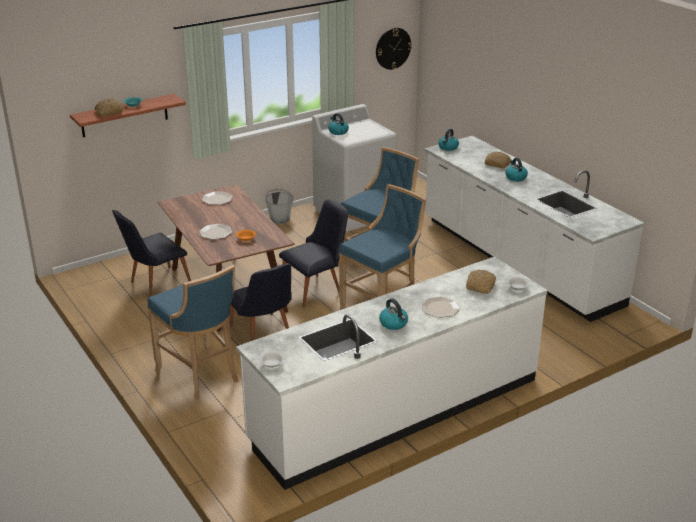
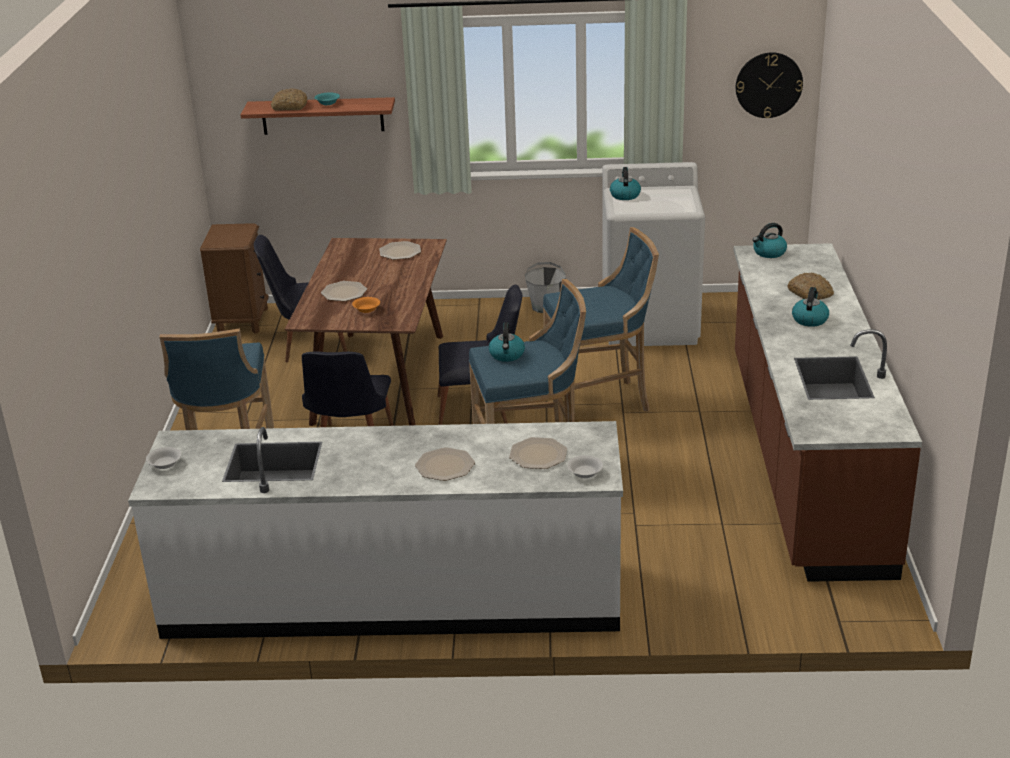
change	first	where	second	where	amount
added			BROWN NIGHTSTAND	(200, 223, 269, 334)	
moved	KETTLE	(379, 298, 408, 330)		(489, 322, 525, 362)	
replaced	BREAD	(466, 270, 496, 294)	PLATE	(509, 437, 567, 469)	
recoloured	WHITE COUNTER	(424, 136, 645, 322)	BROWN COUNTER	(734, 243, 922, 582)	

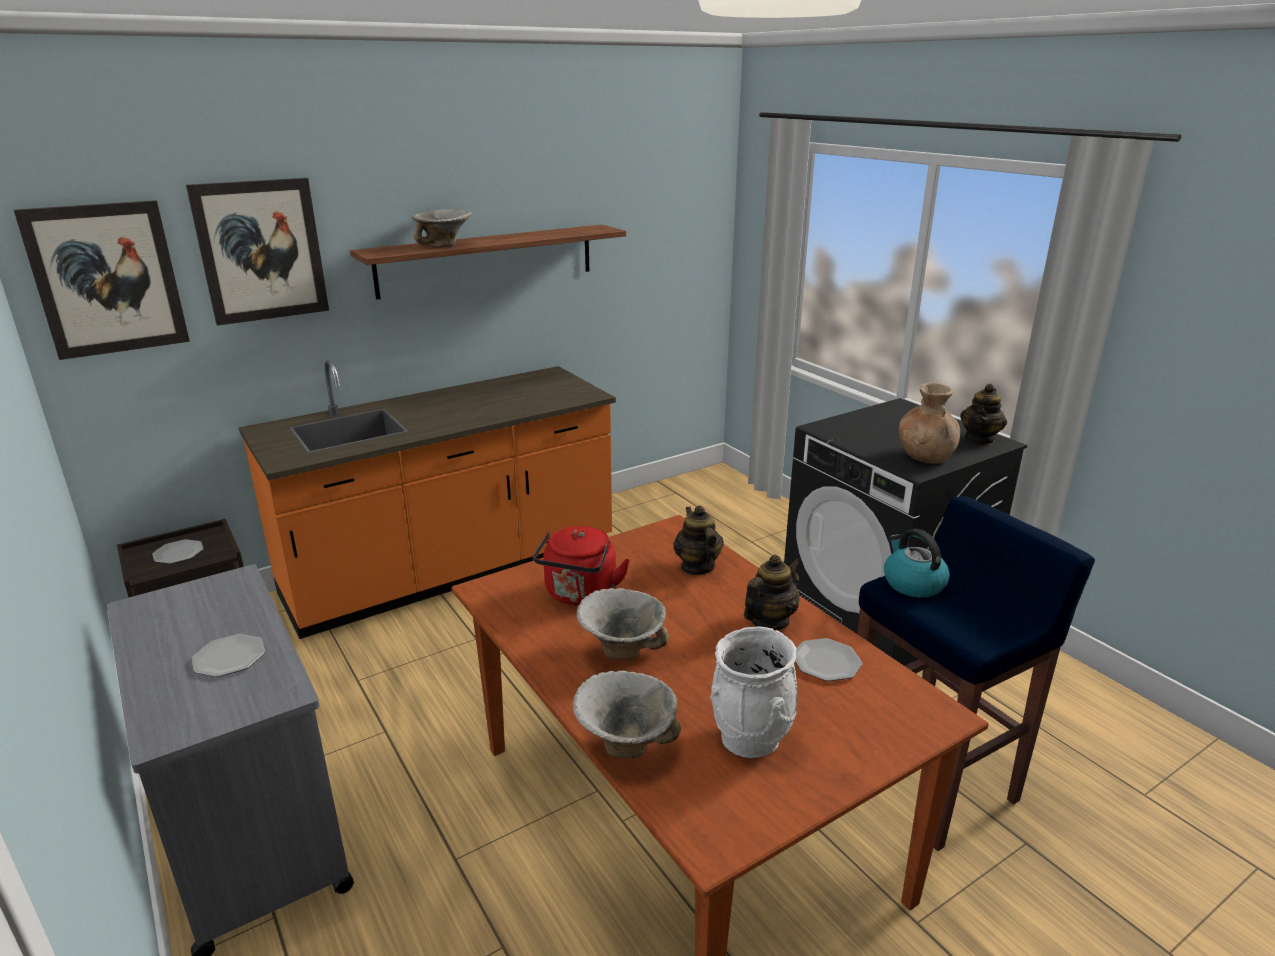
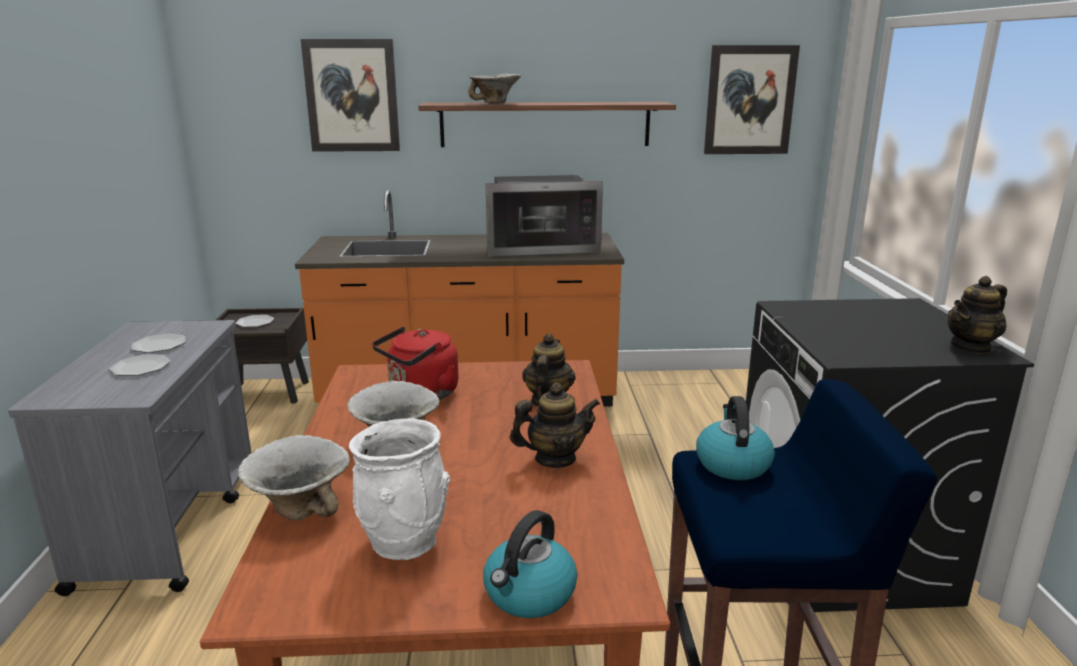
change	first	where	second	where	amount
moved	PLATE	(795, 638, 862, 681)		(131, 334, 186, 353)	
added			KETTLE	(483, 510, 577, 618)	
added			MICROWAVE	(486, 175, 603, 257)	
moved	PICTURE	(14, 200, 190, 360)		(704, 45, 800, 154)	
removed	BROWN VASE	(899, 383, 960, 464)			

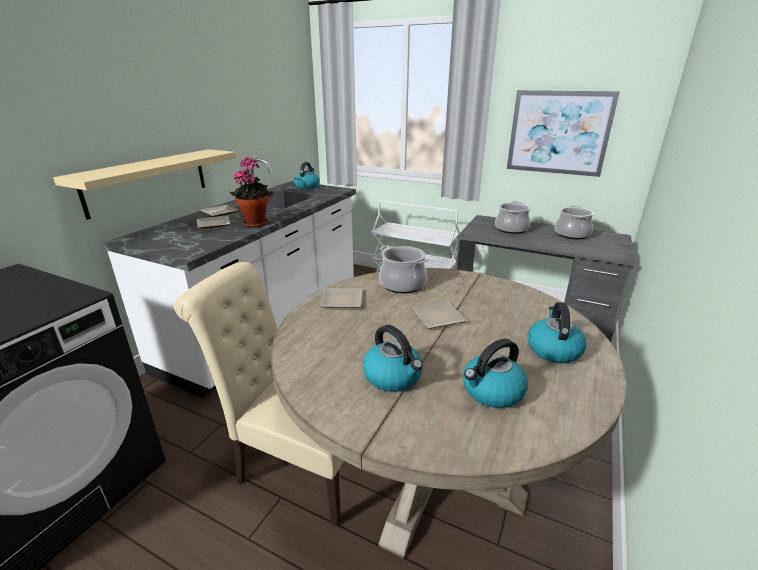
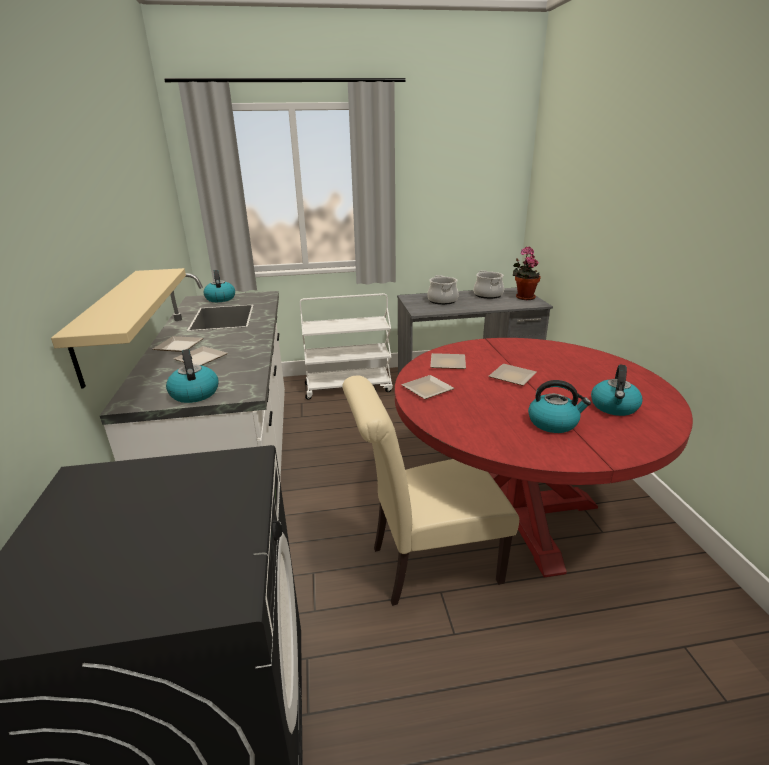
change	first	where	second	where	amount
moved	KETTLE	(527, 302, 587, 363)		(166, 349, 218, 403)	
recoloured	BEIGE DINING TABLE	(271, 268, 627, 559)	RED DINING TABLE	(395, 338, 693, 578)	
replaced	COOKING POT	(379, 245, 429, 293)	PLATE	(430, 353, 466, 369)	
moved	POTTED PLANT	(230, 157, 273, 227)		(513, 247, 541, 300)	
removed	PICTURE	(507, 90, 620, 177)			

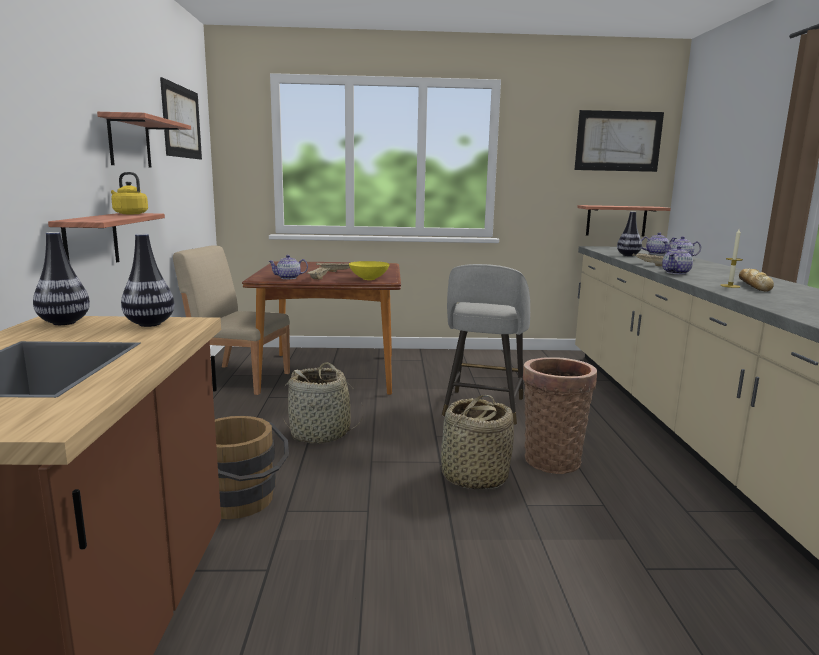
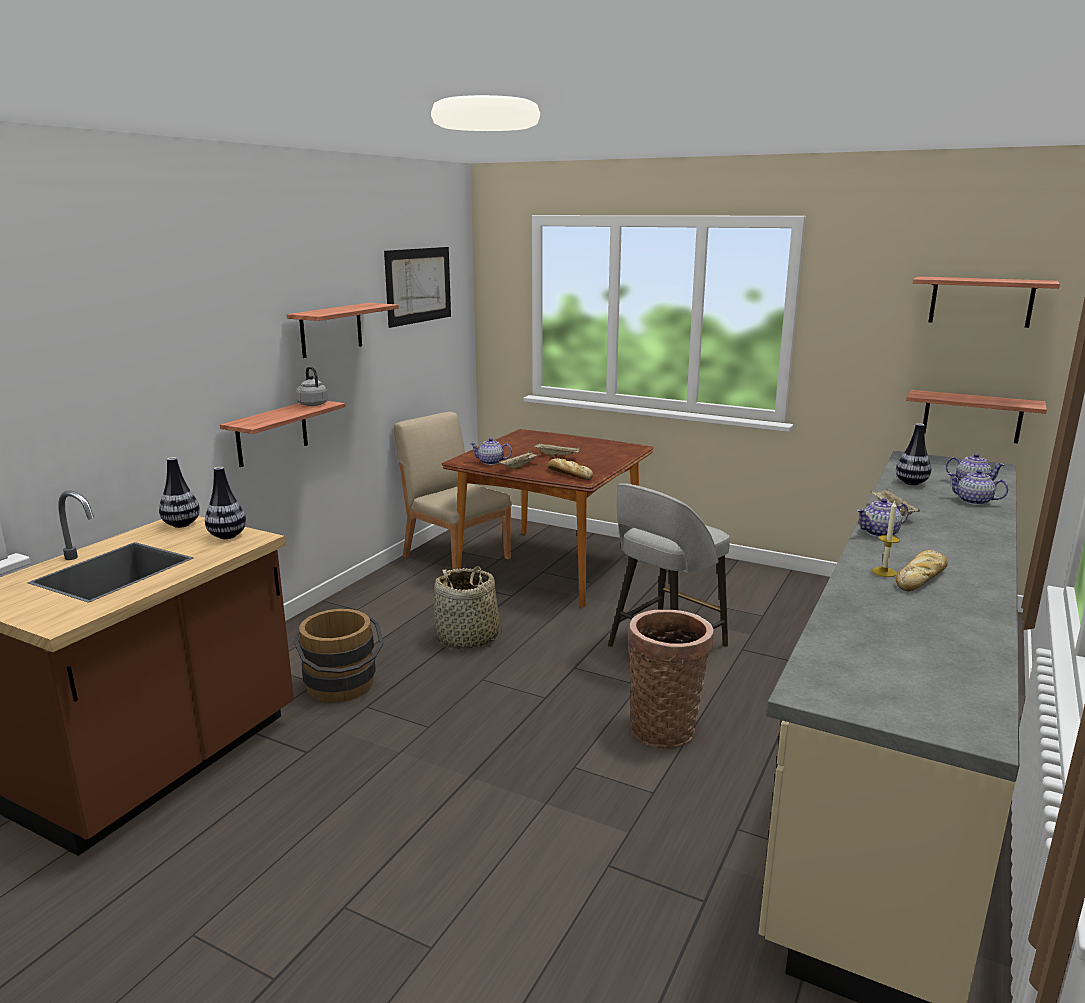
change	first	where	second	where	amount
recoloured	YELLOW KETTLE	(111, 172, 148, 214)	GREY KETTLE	(296, 367, 328, 406)	
replaced	YELLOW BOWL	(349, 261, 390, 280)	BREAD	(548, 458, 593, 480)	
replaced	PICTURE	(575, 110, 664, 172)	SHELF	(913, 276, 1060, 328)	
removed	BASKET	(440, 395, 514, 489)			

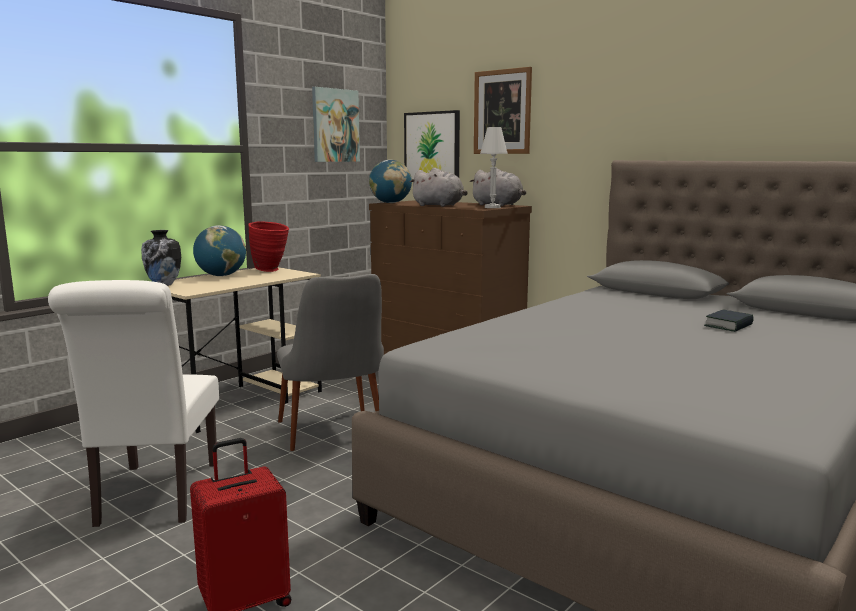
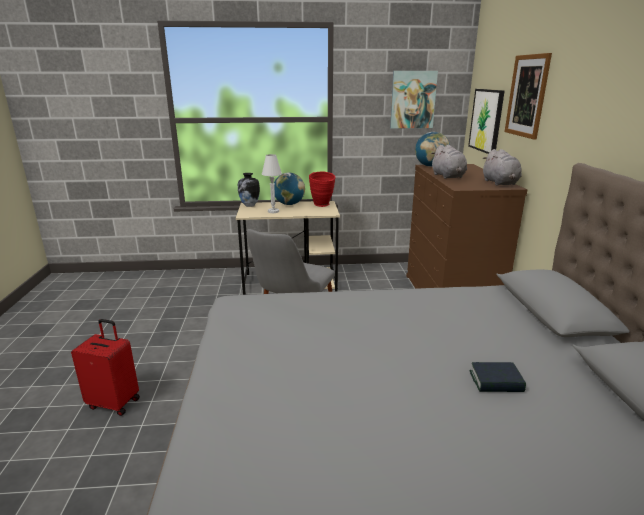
change	first	where	second	where	amount
moved	WHITE TABLE LAMP	(480, 127, 508, 208)		(262, 154, 282, 213)	
removed	WHITE CHAIR	(48, 280, 219, 527)			

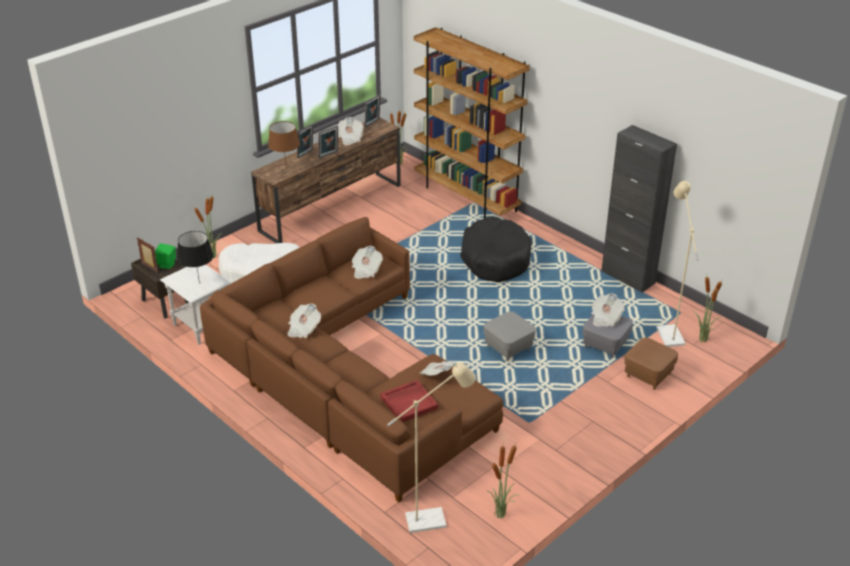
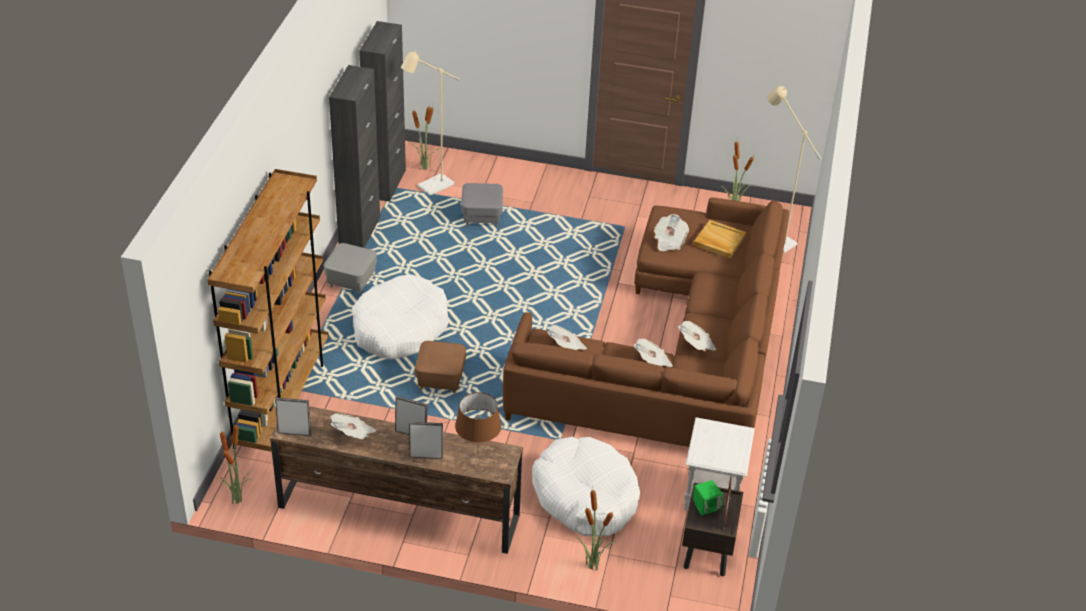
change	first	where	second	where	amount
moved	GREY OTTOMAN	(484, 311, 536, 361)		(324, 243, 377, 294)	
recoloured	BLACK DOG BED	(460, 217, 532, 282)	WHITE DOG BED	(352, 274, 449, 359)	
added			BLACK CABINET	(359, 21, 406, 202)	
moved	BROWN OTTOMAN	(624, 338, 678, 390)		(415, 341, 466, 393)	
moved	NEWSPAPER	(591, 293, 625, 327)		(634, 338, 673, 367)	
recoloured	RED TRAY	(380, 380, 438, 422)	BEIGE TRAY	(693, 220, 746, 258)	
removed	BLACK TABLE LAMP	(177, 231, 214, 283)			

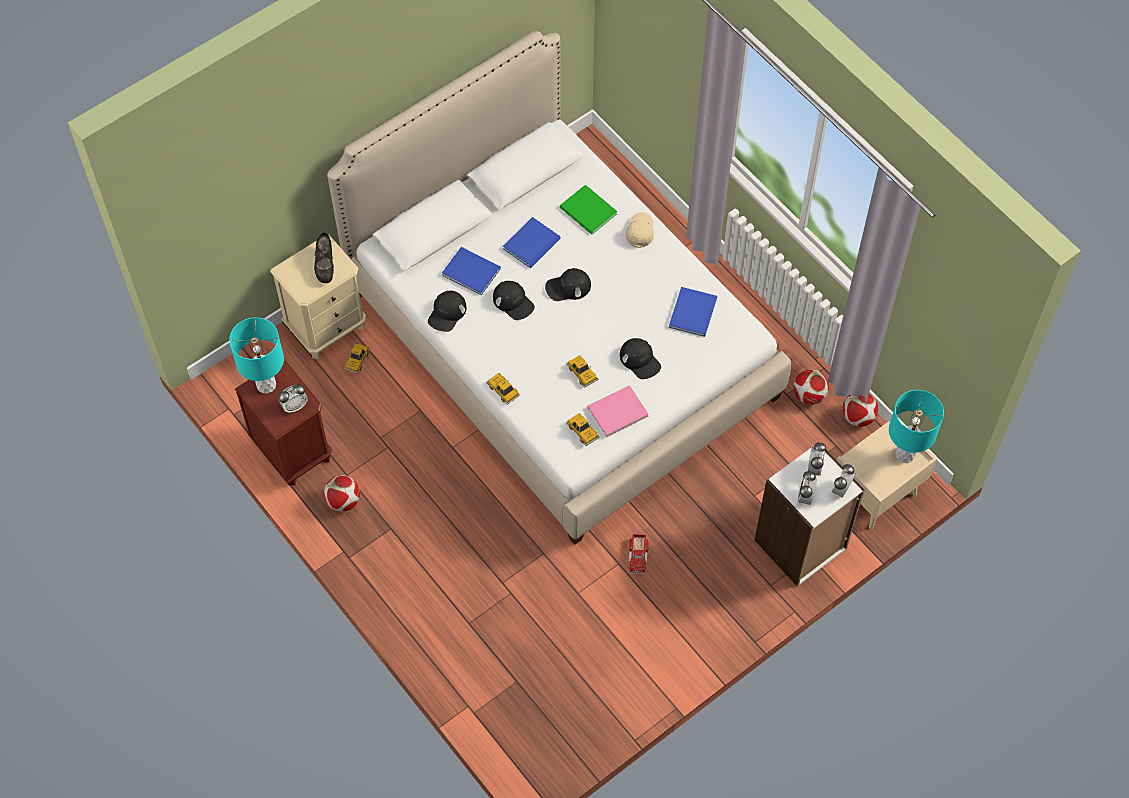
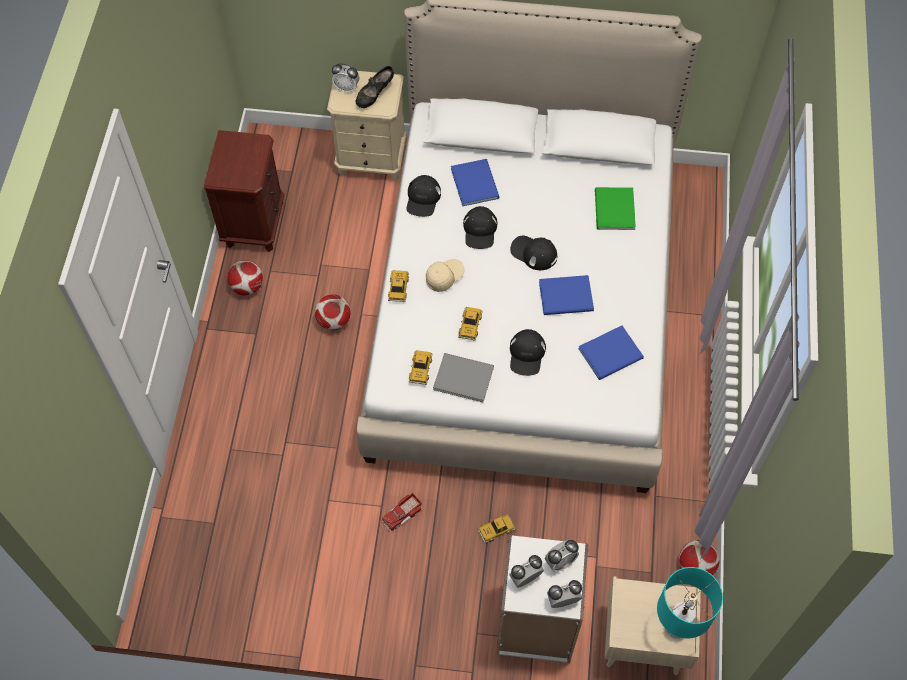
change	first	where	second	where	amount
moved	FOOTBALL	(793, 369, 829, 405)		(315, 295, 351, 330)	
moved	ALARM CLOCK	(278, 384, 308, 413)		(332, 63, 359, 93)	
turned	BLACK CAP	(428, 291, 466, 332)		(406, 175, 441, 217)	60 degrees counterclockwise
moved	BEIGE CAP	(626, 212, 654, 248)		(426, 259, 464, 292)	
recoloured	PINK BOOK	(587, 385, 648, 437)	GREY BOOK	(433, 353, 494, 402)	
moved	TOY CAR	(344, 343, 370, 374)		(477, 514, 515, 543)	
moved	BLUE BOOK	(503, 217, 561, 268)		(539, 275, 594, 315)	
removed	TURQUOISE TABLE LAMP	(229, 317, 284, 394)			

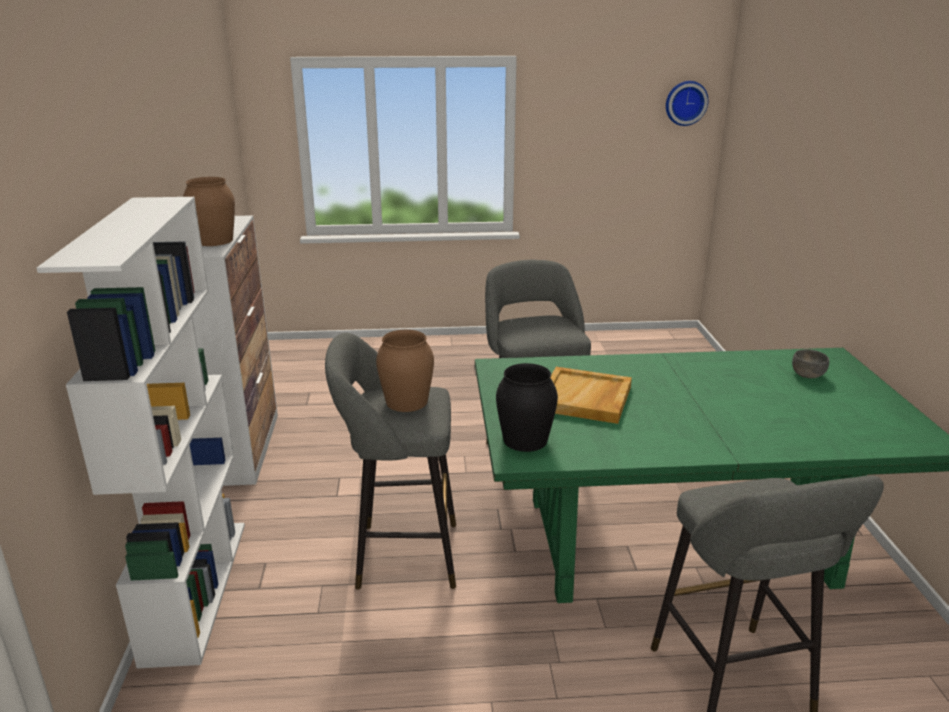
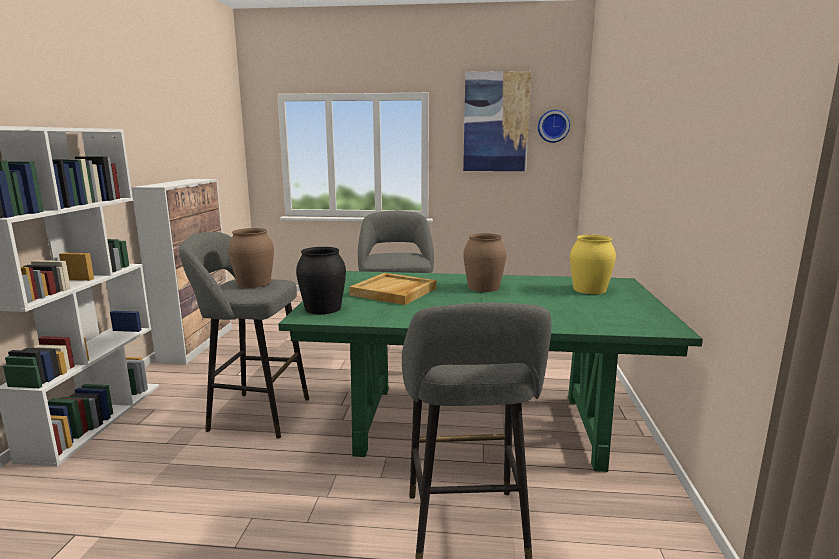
change	first	where	second	where	amount
added			PICTURE	(463, 71, 531, 171)	
moved	BROWN VASE	(183, 177, 235, 246)		(463, 233, 507, 292)	
replaced	GREY BOWL	(792, 349, 829, 378)	YELLOW VASE	(570, 235, 616, 294)	

